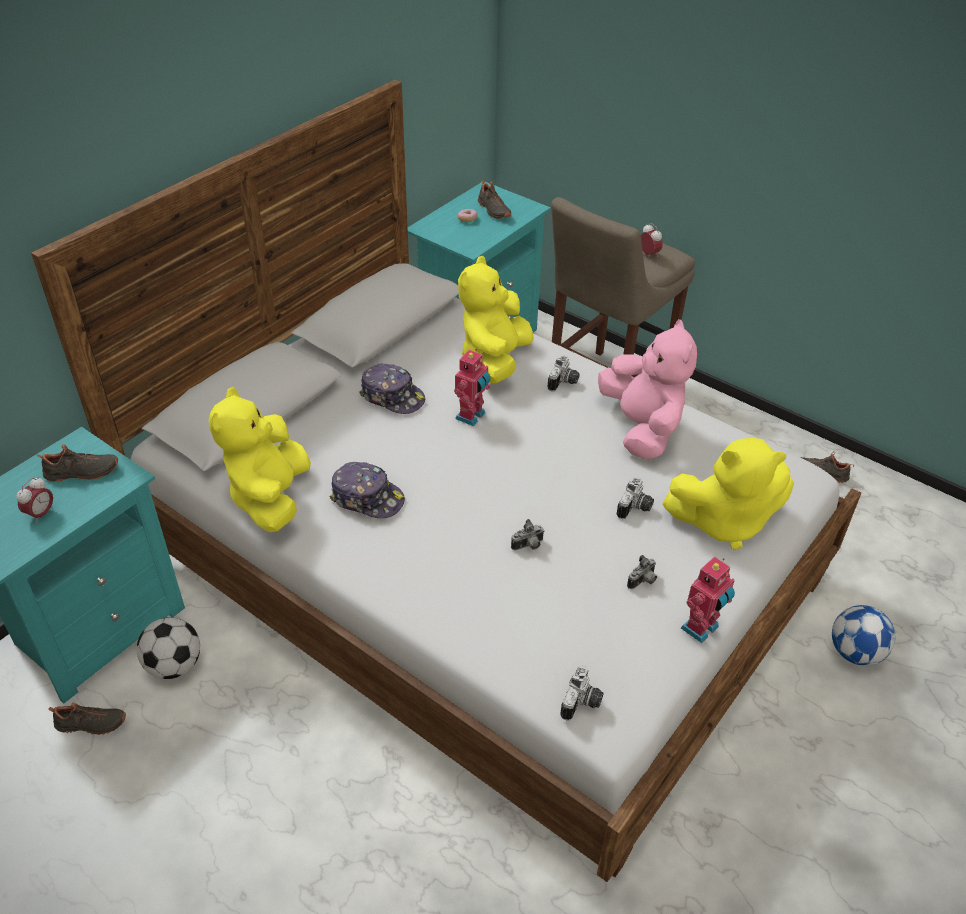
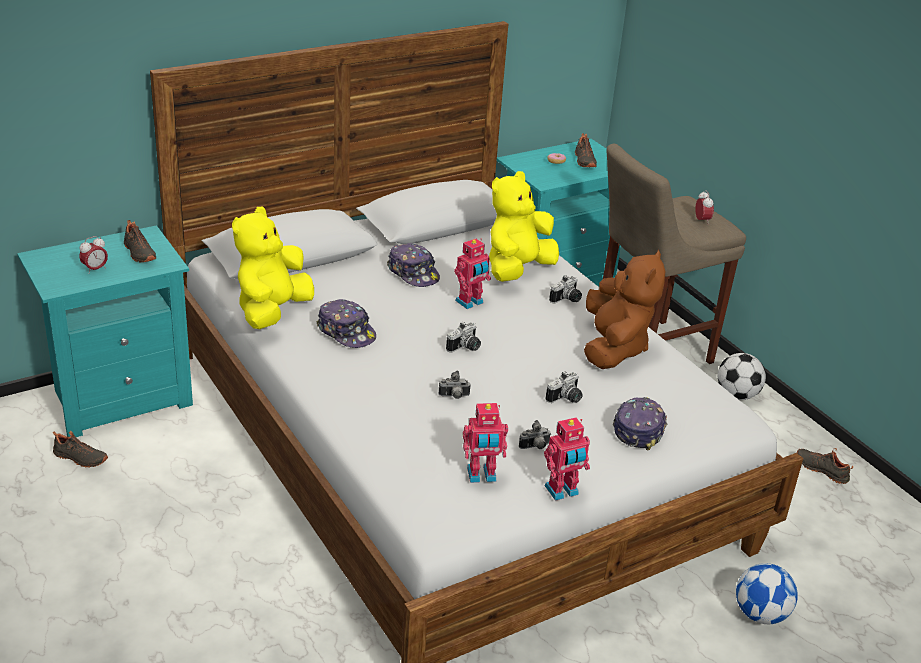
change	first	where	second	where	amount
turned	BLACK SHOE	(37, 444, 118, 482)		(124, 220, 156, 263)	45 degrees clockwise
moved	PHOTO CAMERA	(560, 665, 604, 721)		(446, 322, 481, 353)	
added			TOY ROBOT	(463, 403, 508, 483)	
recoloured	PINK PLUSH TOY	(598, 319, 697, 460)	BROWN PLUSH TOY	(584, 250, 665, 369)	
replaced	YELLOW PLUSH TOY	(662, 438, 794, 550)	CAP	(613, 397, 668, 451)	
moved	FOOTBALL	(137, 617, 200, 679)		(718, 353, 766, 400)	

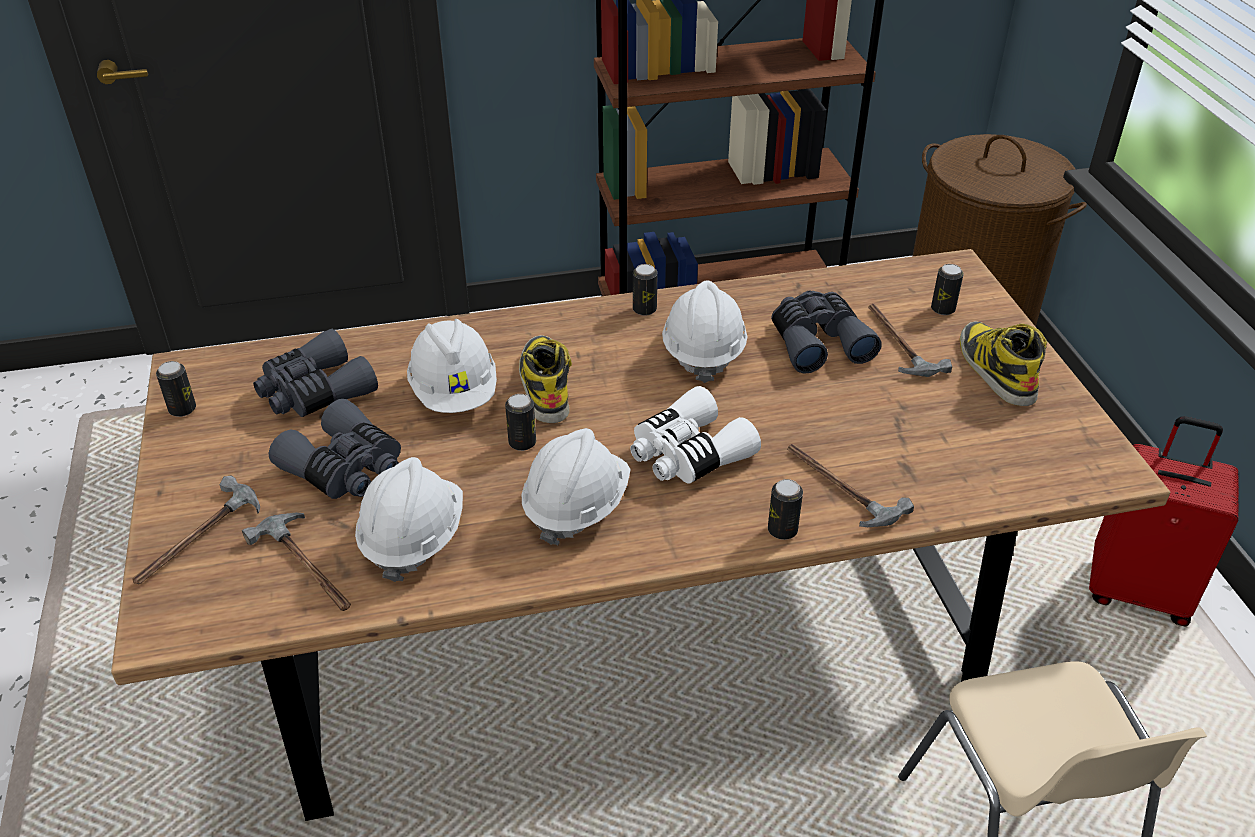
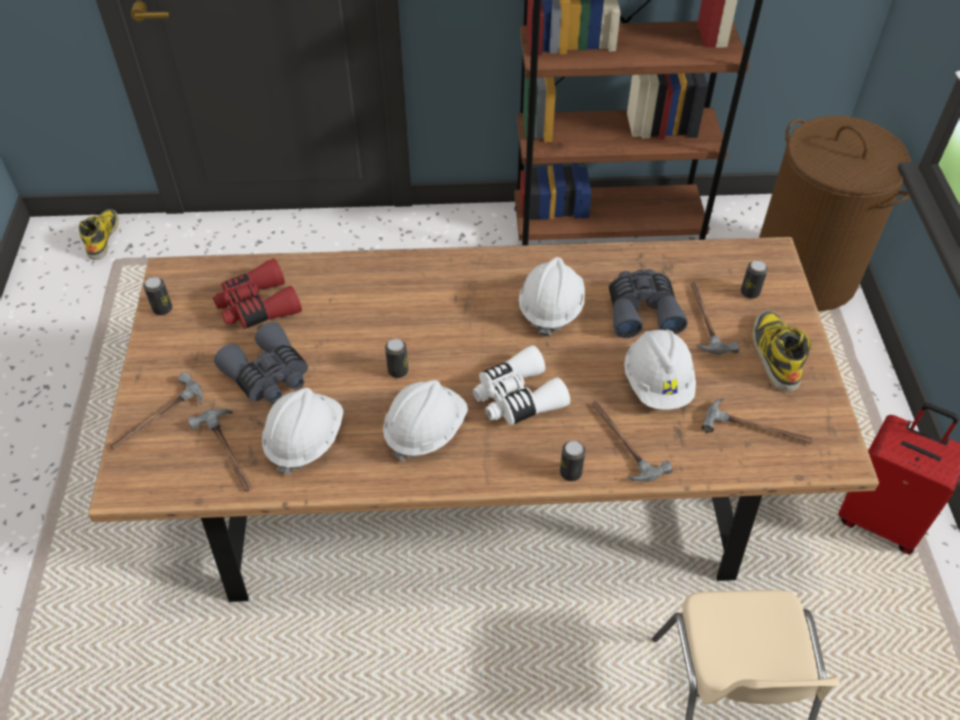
change	first	where	second	where	amount
moved	BOOT	(519, 335, 572, 423)		(79, 209, 119, 260)	
recoloured	GREY BINOCULARS	(253, 329, 378, 417)	RED BINOCULARS	(213, 258, 302, 329)	
moved	WHITE HARD HAT	(407, 319, 497, 413)		(624, 329, 696, 410)	
added			HAMMER	(701, 398, 813, 444)	
removed	CAN	(633, 264, 658, 316)			

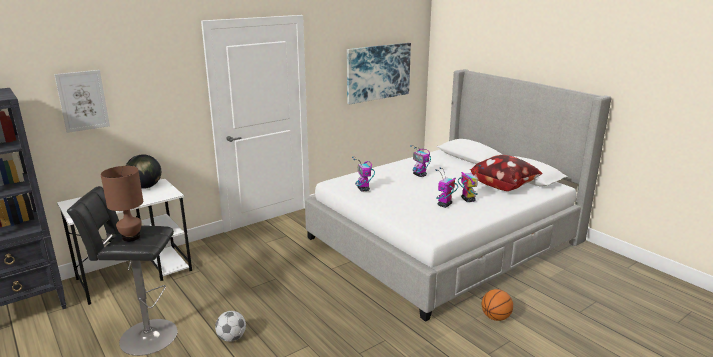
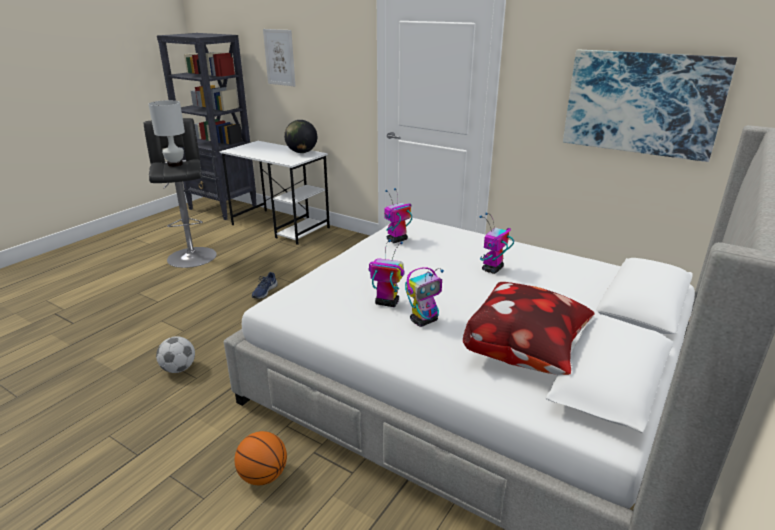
change	first	where	second	where	amount
recoloured	BROWN TABLE LAMP	(101, 166, 143, 242)	WHITE TABLE LAMP	(148, 100, 185, 167)	
moved	FOOTBALL	(215, 311, 246, 342)		(156, 336, 195, 373)	
added			BLUE SHOE	(252, 272, 278, 299)	

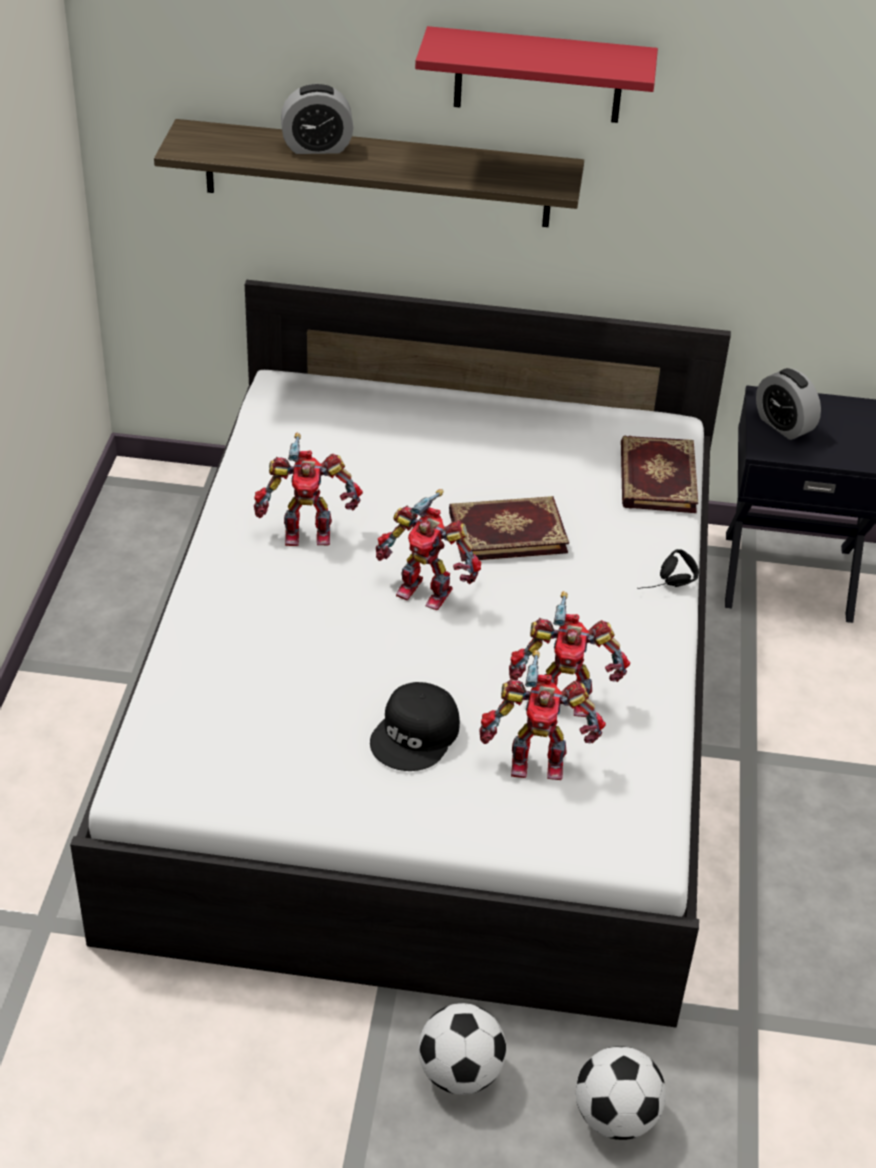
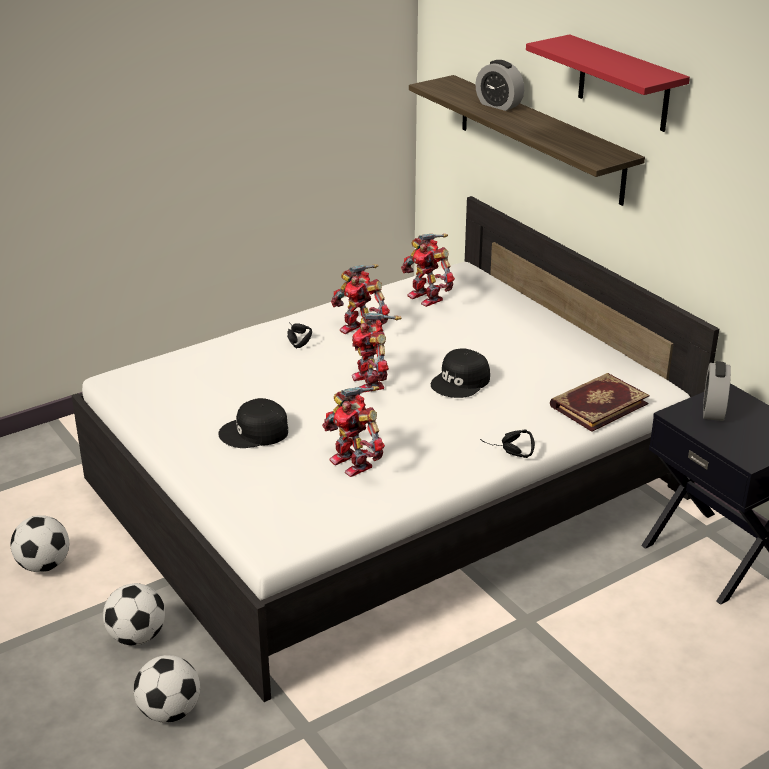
change	first	where	second	where	amount
added			FOOTBALL	(10, 515, 69, 572)	
added			BLACK HEADPHONES	(287, 322, 312, 348)	
moved	TOY ROBOT	(480, 650, 606, 780)		(401, 234, 455, 307)	
replaced	BOOK	(449, 496, 569, 561)	BLACK CAP	(431, 348, 490, 398)	

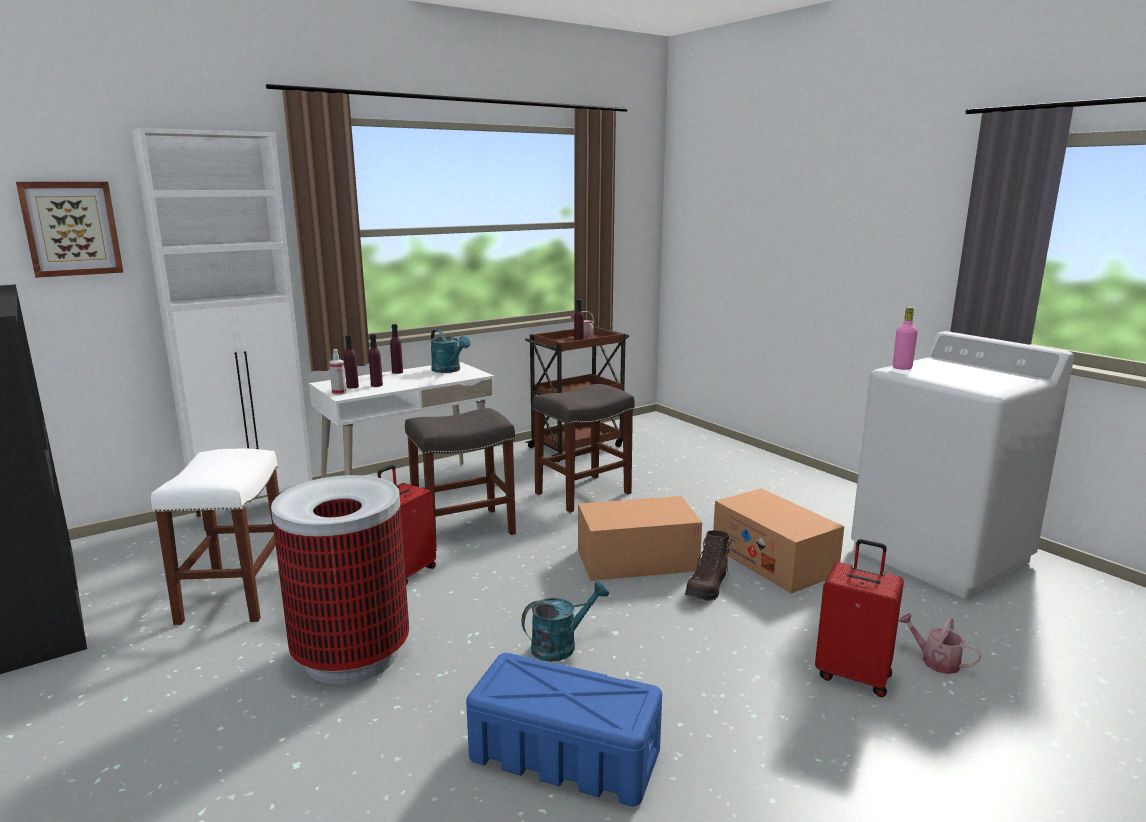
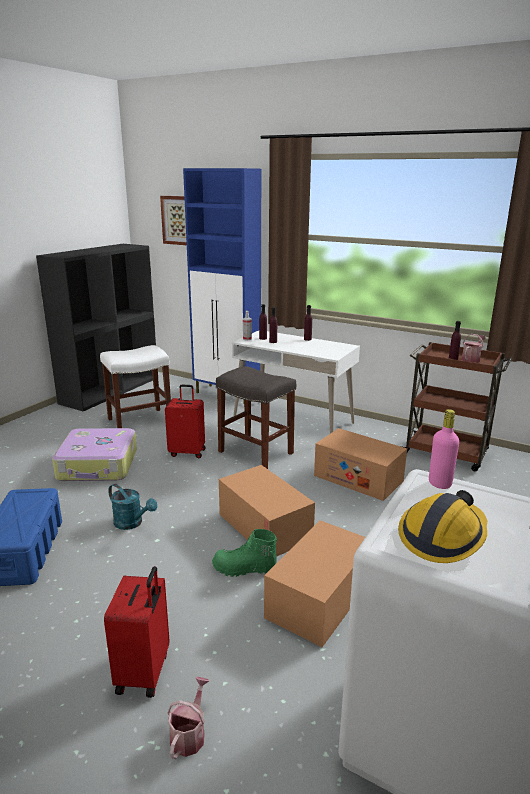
change	first	where	second	where	amount
replaced	TRASH CAN	(271, 475, 409, 685)	SUITCASE	(52, 428, 137, 481)	
recoloured	WHITE CABINET	(132, 128, 312, 531)	BLUE CABINET	(183, 168, 261, 393)	
recoloured	BROWN BOOT	(685, 530, 732, 601)	GREEN BOOT	(212, 529, 277, 577)	
replaced	GREY STOOL	(532, 384, 635, 513)	CARDBOARD BOX	(314, 428, 407, 501)	
added			HARD HAT	(398, 490, 487, 563)	
removed	TURQUOISE WATERING CAN	(430, 329, 471, 373)			

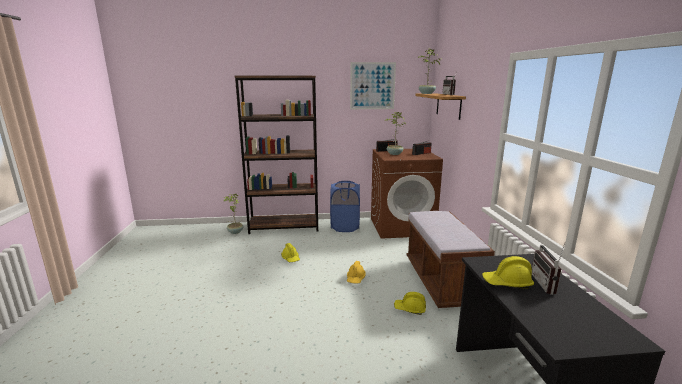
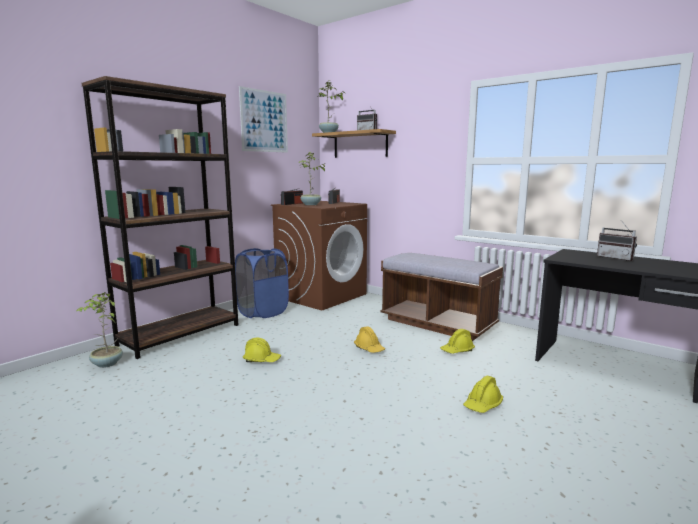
change	first	where	second	where	amount
moved	YELLOW HARD HAT	(482, 256, 534, 289)		(463, 376, 503, 413)	

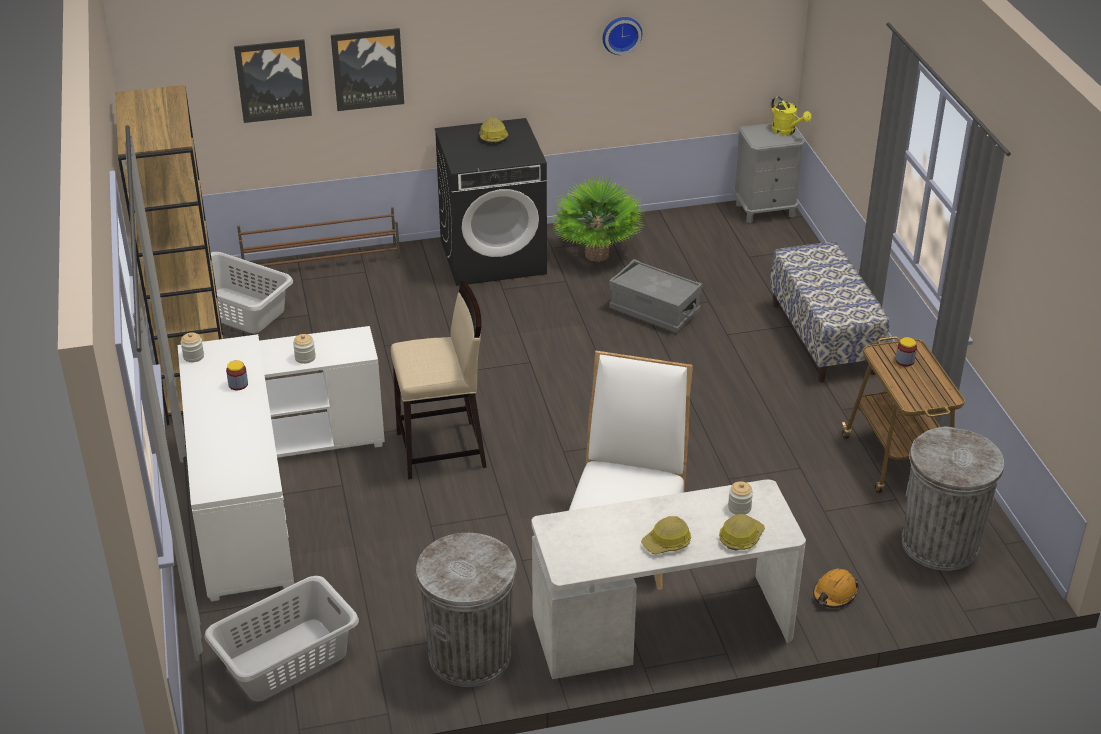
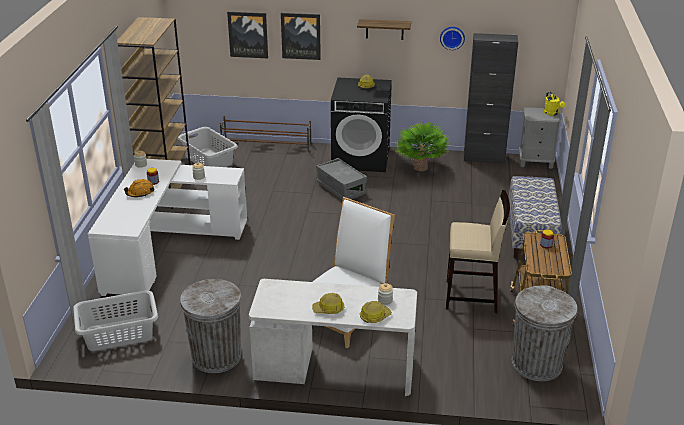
change	first	where	second	where	amount
moved	ORANGE HARD HAT	(813, 569, 859, 608)		(124, 179, 154, 197)	
moved	GREY STORAGE BOX	(609, 259, 702, 333)		(316, 158, 367, 200)	
added			SHELF	(357, 19, 411, 40)	
moved	BEIGE STOOL	(391, 281, 487, 480)		(446, 190, 510, 313)	
added			BLACK CABINET	(464, 33, 518, 164)	

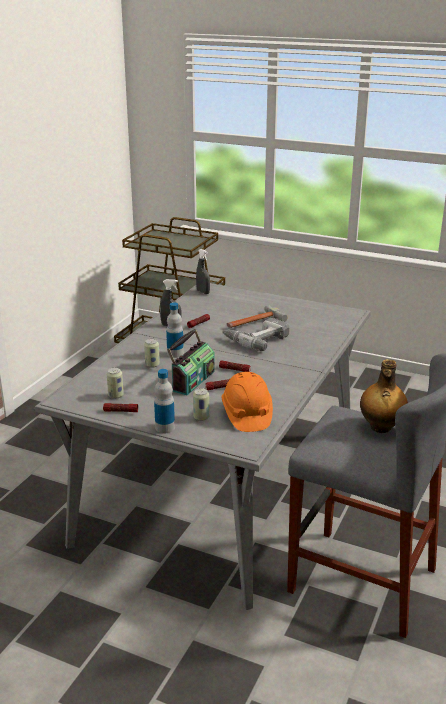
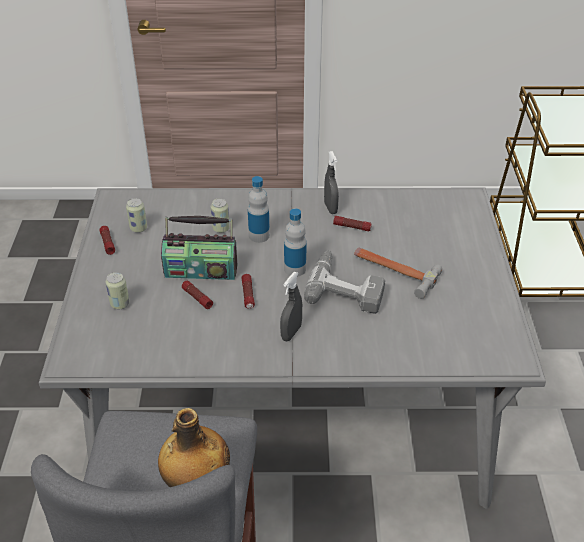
change	first	where	second	where	amount
moved	GREY SPRAY BOTTLE	(196, 249, 210, 294)		(280, 272, 302, 341)	
moved	BOTTLE	(154, 369, 175, 433)		(284, 209, 307, 277)	
removed	ORANGE HARD HAT	(222, 372, 273, 432)			

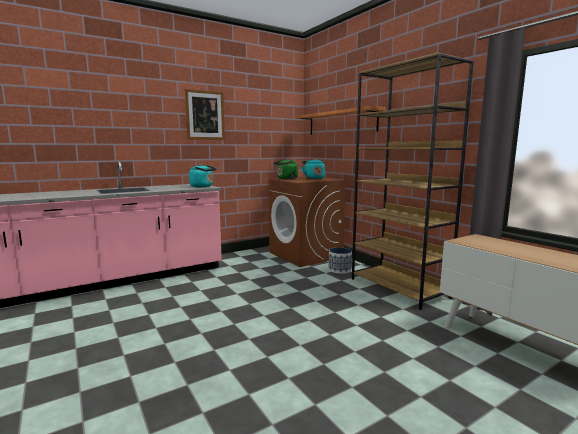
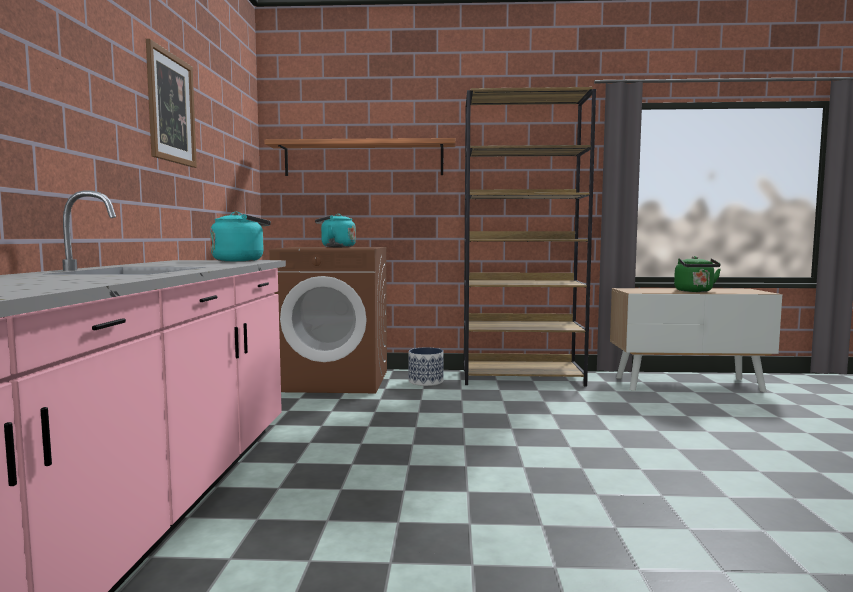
change	first	where	second	where	amount
moved	GREEN KETTLE	(274, 159, 298, 179)		(674, 256, 721, 292)	

